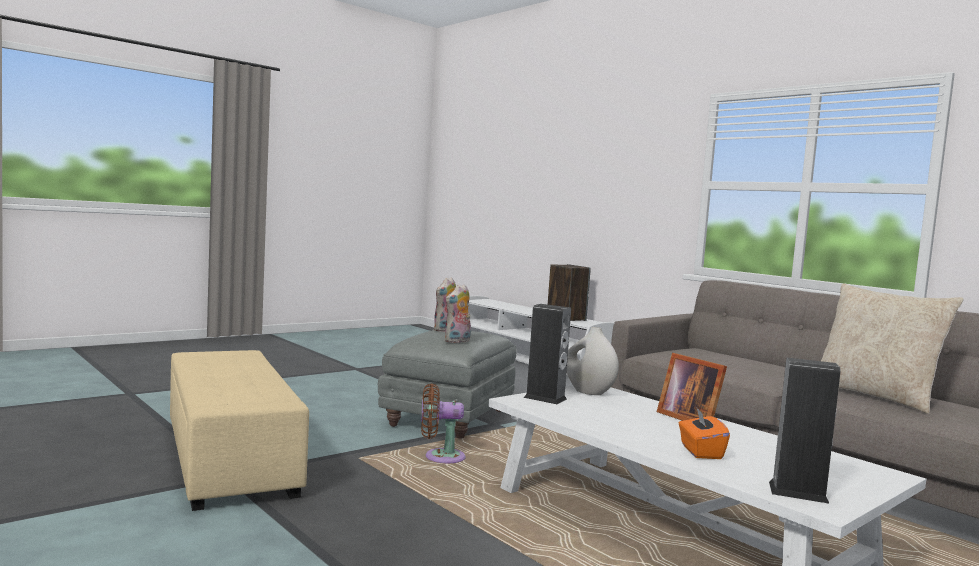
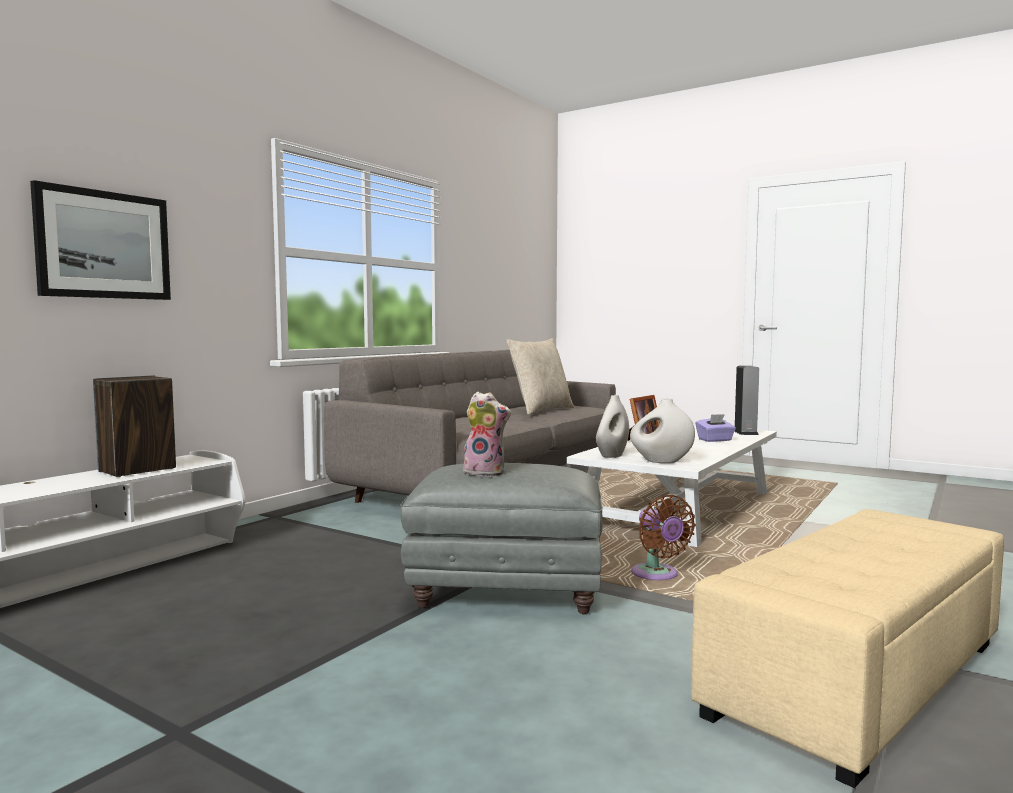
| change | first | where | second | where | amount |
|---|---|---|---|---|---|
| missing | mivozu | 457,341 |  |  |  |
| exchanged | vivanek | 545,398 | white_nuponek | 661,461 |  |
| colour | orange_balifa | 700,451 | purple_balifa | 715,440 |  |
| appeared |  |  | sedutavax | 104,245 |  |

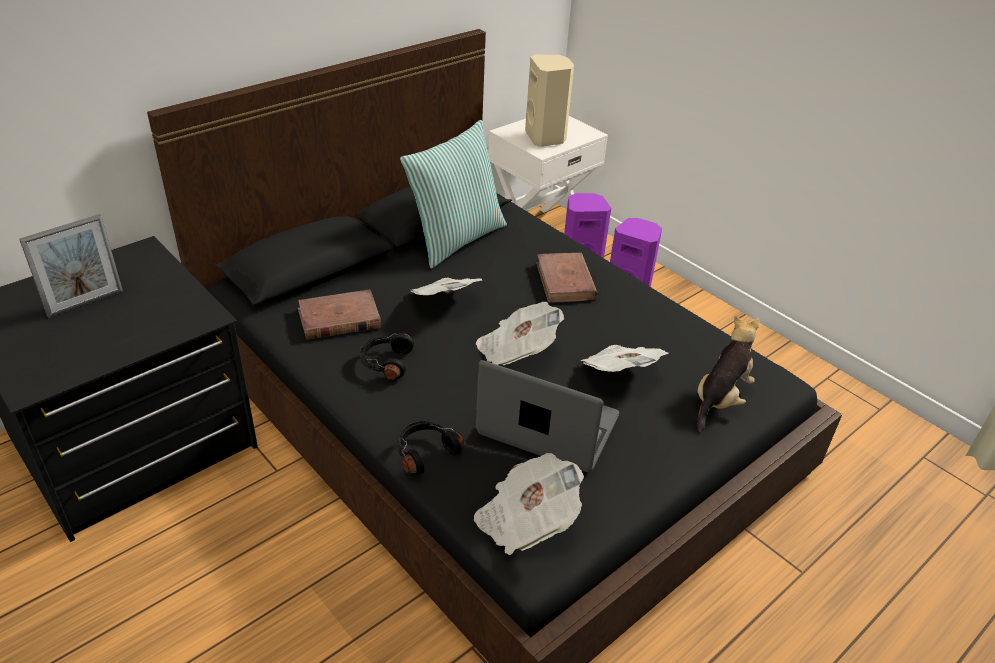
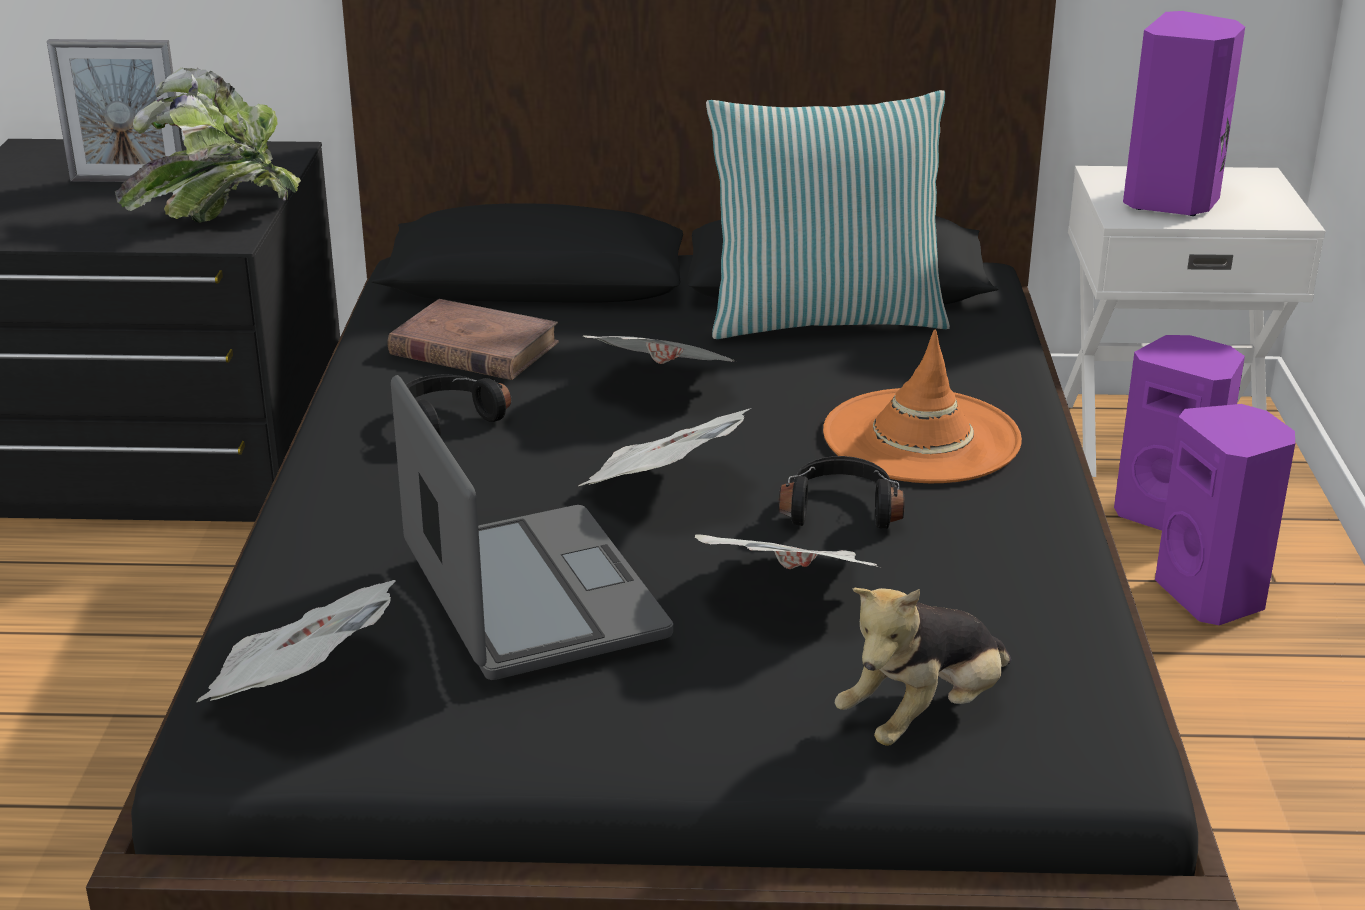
| change | first | where | second | where | amount |
|---|---|---|---|---|---|
| relocated | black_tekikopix | 425,452 |  | 841,509 |  |
| colour | beige_vivanek | 546,138 | purple_vivanek | 1172,202 |  |
| exchanged | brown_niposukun | 565,281 | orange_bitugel | 921,437 |  |
| spun | mivozu | 720,399 |  | 924,716 | 150 degrees clockwise |
| appeared |  |  | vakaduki | 217,213 |  |

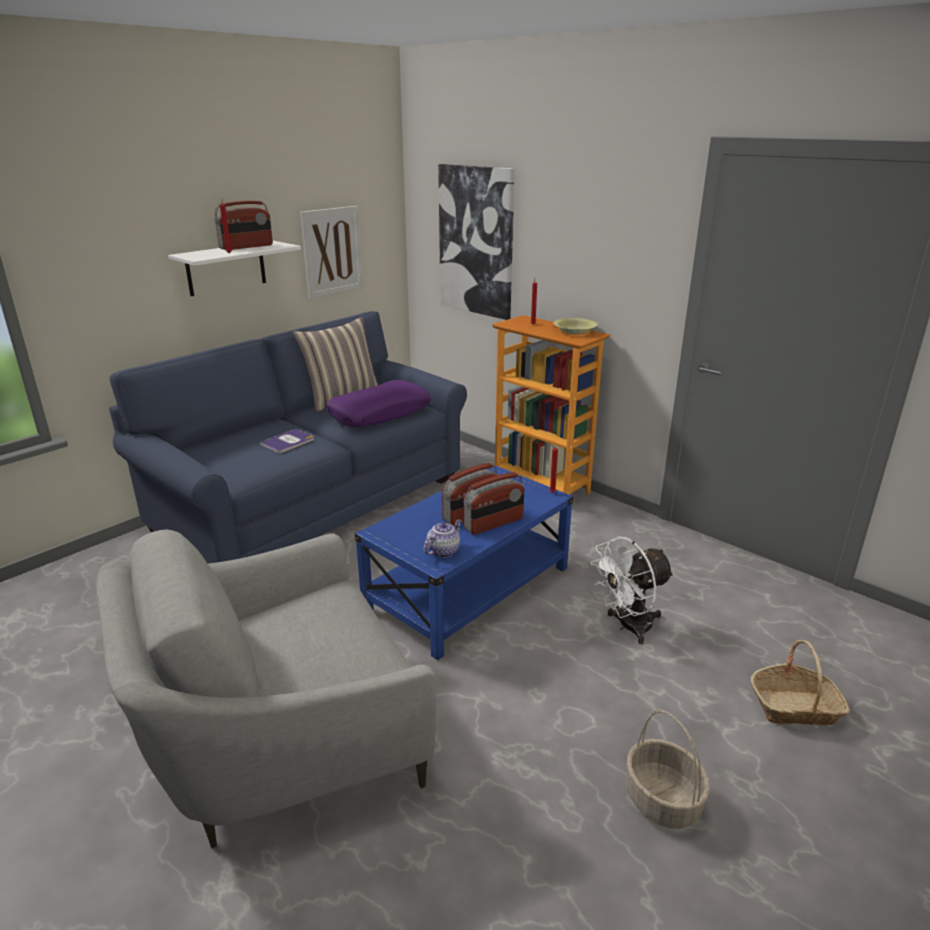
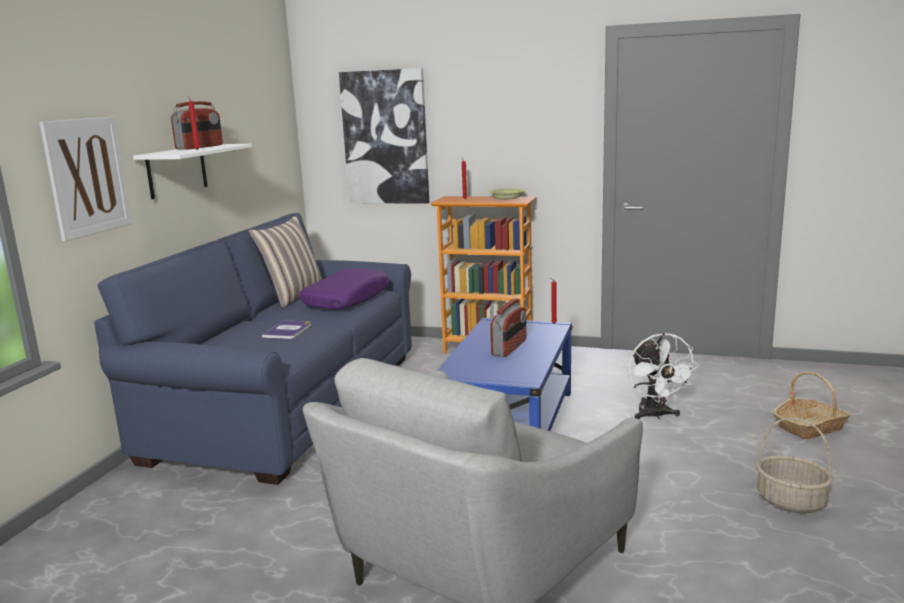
| change | first | where | second | where | amount |
|---|---|---|---|---|---|
| relocated | sedutavax | 332,251 |  | 87,176 |  |
| missing | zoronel | 443,551 |  |  |  |
| missing | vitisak | 494,524 |  |  |  |
| spun | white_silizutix | 628,627 |  | 655,415 | 45 degrees counterclockwise |

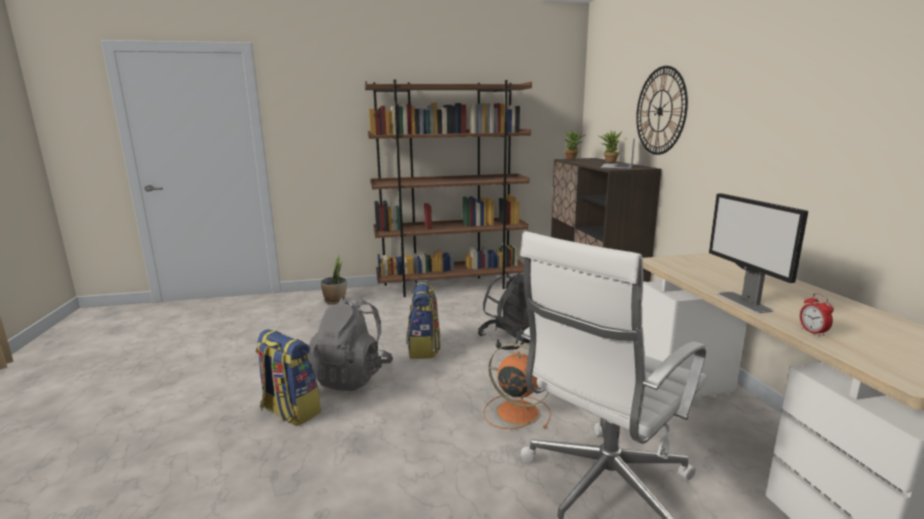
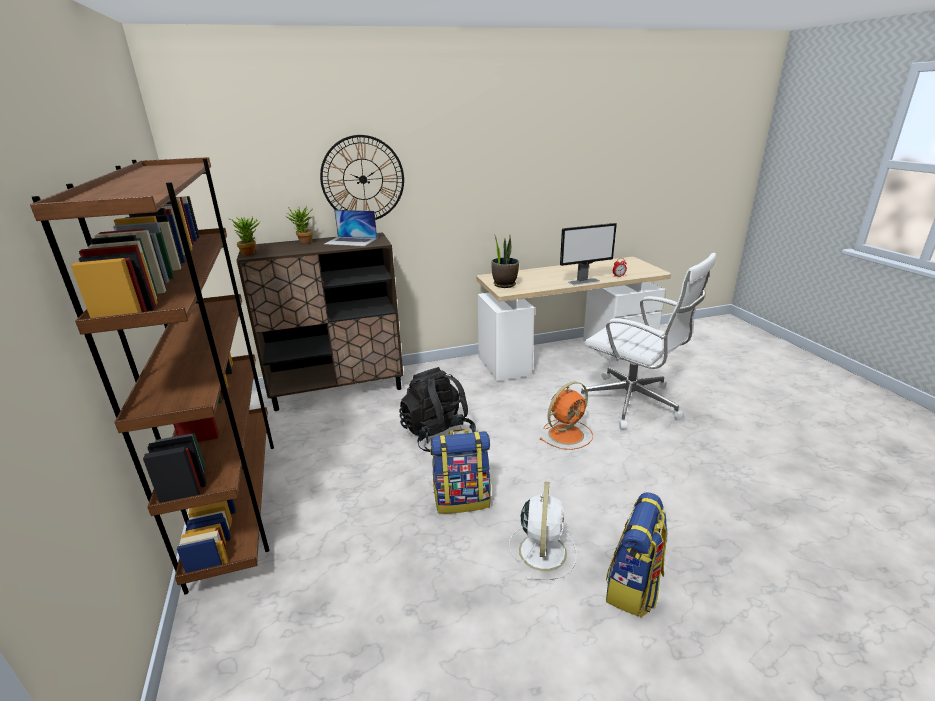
| change | first | where | second | where | amount |
|---|---|---|---|---|---|
| exchanged | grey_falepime | 352,377 | white_silizutix | 542,550 |  |
| relocated | vakaduki | 335,301 |  | 504,284 |  |
| spun | orange_silizutix | 516,412 |  | 567,434 | 150 degrees counterclockwise |

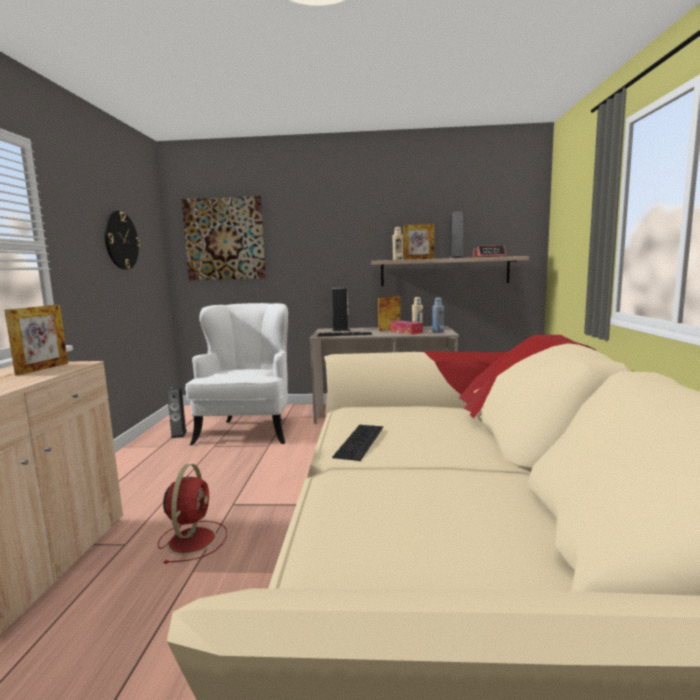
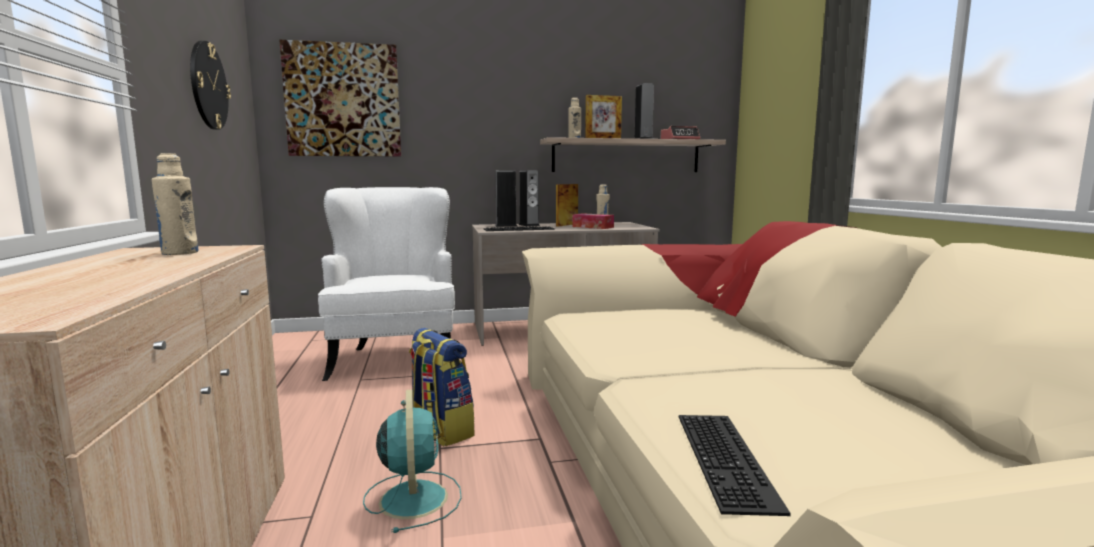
| change | first | where | second | where | amount |
|---|---|---|---|---|---|
| exchanged | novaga | 43,369 | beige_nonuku | 180,253 |  |
| colour | red_silizutix | 193,539 | turquoise_silizutix | 413,497 |  |
| relocated | vivanek | 179,434 |  | 529,225 |  |
| relocated | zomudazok | 361,442 |  | 729,459 |  |
| missing | blue_nonuku | 438,332 |  |  |  |
| appeared |  |  | falepime | 439,431 |  |

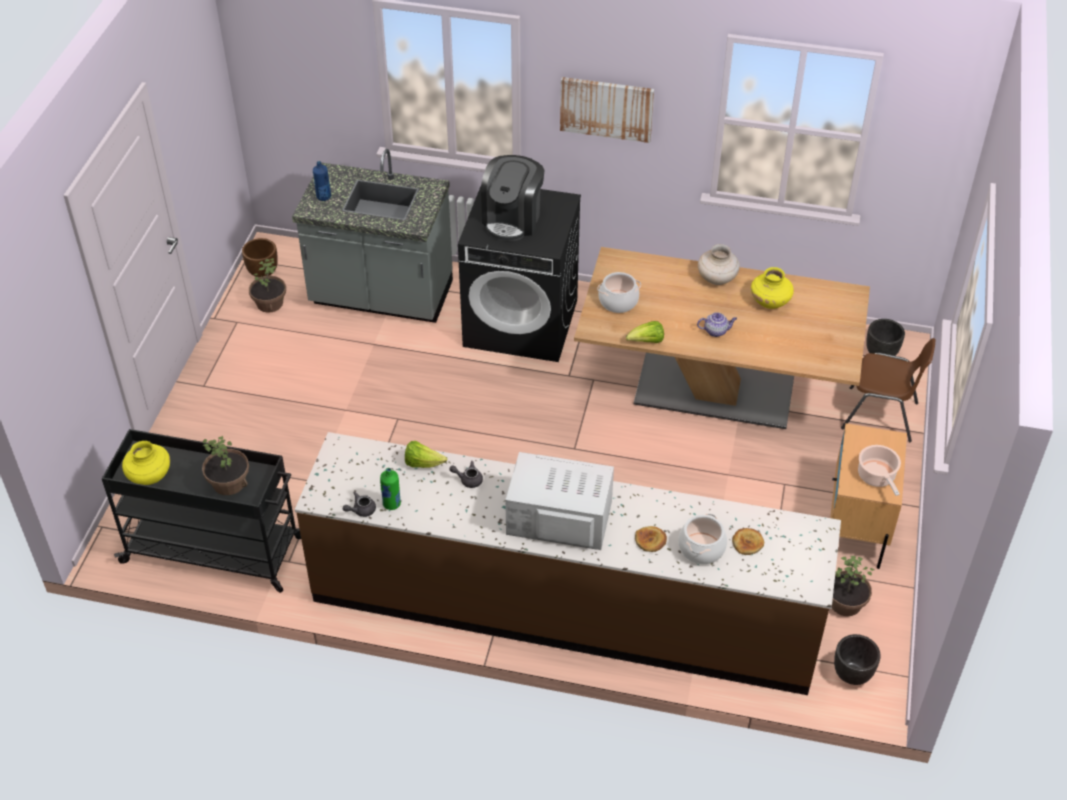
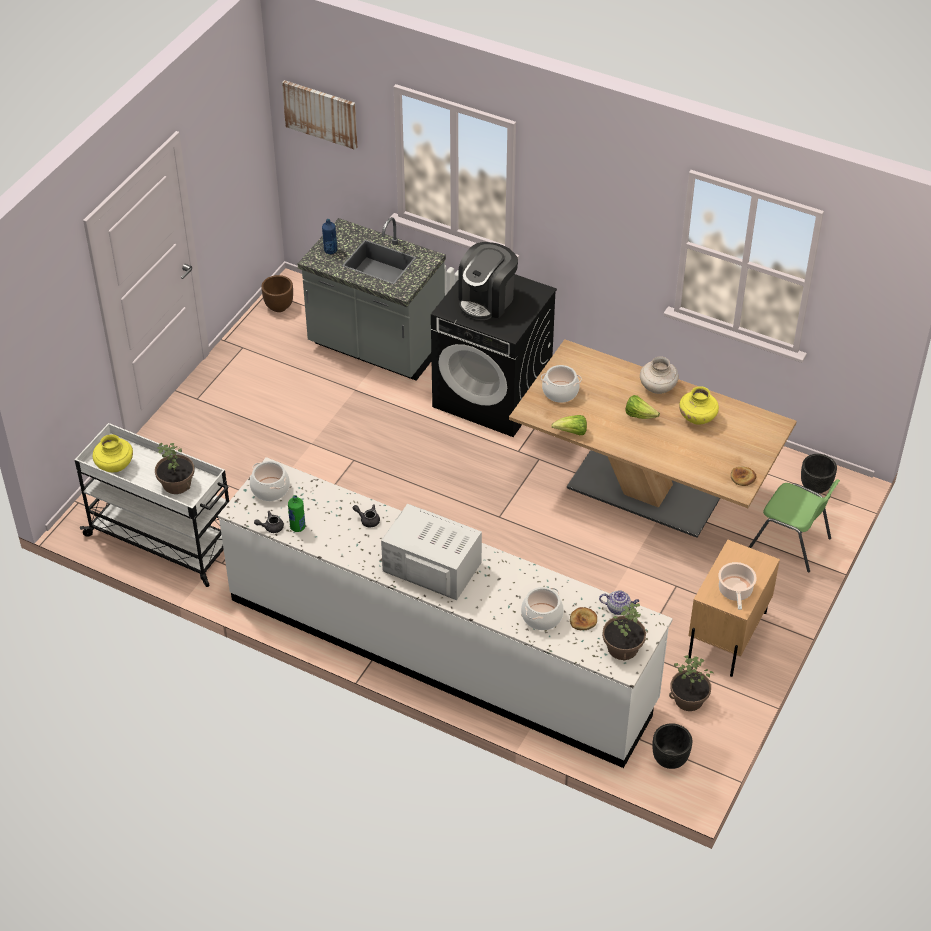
| change | first | where | second | where | amount |
|---|---|---|---|---|---|
| colour | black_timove | 215,550 | white_timove | 165,541 |  |
| relocated | vakaduki | 269,303 |  | 622,648 |  |
| colour | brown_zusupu | 564,607 | white_zusupu | 440,650 |  |
| relocated | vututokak | 423,463 |  | 639,415 |  |
| relocated | sedutavax | 606,108 |  | 321,113 |  |
| relocated | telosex | 650,540 |  | 742,477 |  |
| relocated | zoronel | 716,331 |  | 619,608 |  |
| colour | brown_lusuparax | 881,416 | green_lusuparax | 791,543 |  |
| appeared |  |  | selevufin | 270,489 |  |

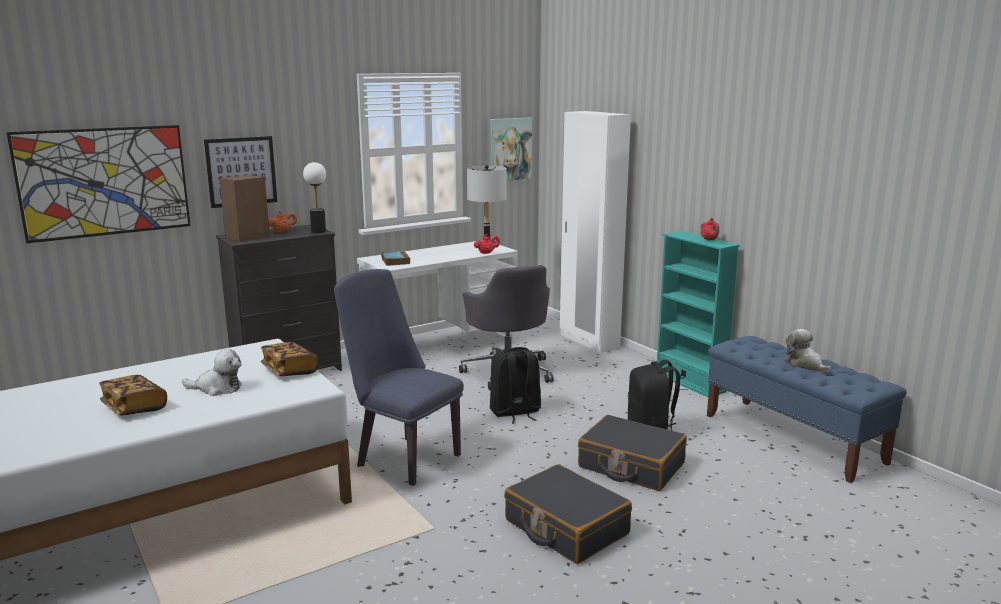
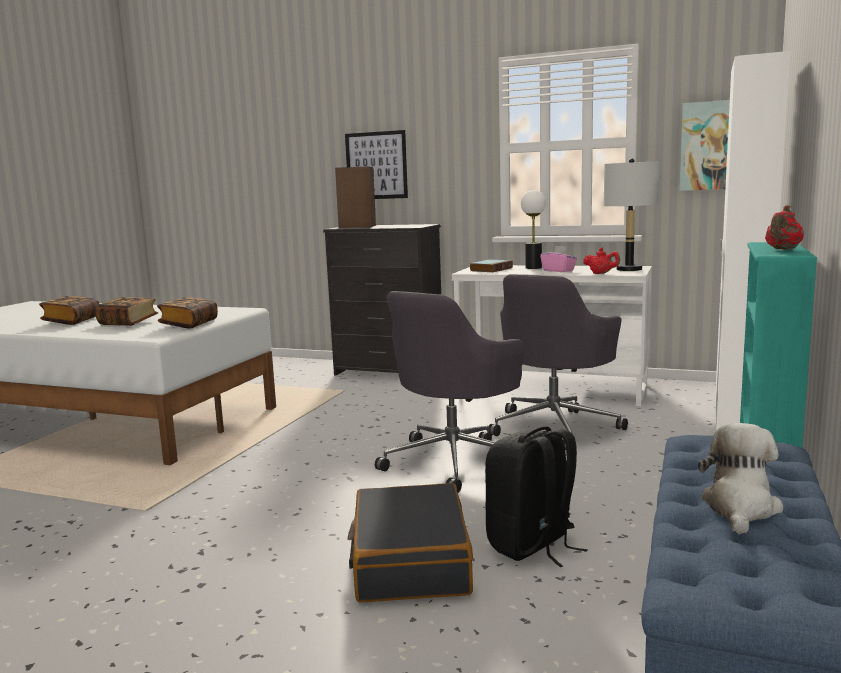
| change | first | where | second | where | amount |
|---|---|---|---|---|---|
| missing | sedutavax | 104,182 |  |  |  |
| exchanged | mivozu | 217,388 | niposukun | 128,323 |  |
| missing | orange_zoronel | 282,232 |  |  |  |
| relocated | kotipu | 318,231 |  | 533,268 |  |
| missing | blue_lusuparax | 402,457 |  |  |  |
| exchanged | black_falepime | 515,412 | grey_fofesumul | 455,461 |  |
| missing | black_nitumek | 565,527 |  |  |  |
| appeared |  |  | pink_balifa | 558,270 |  |

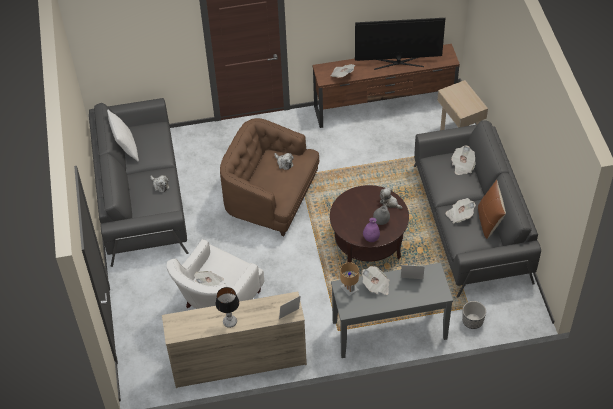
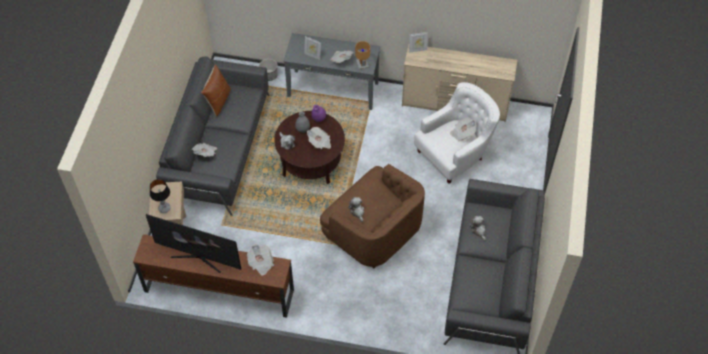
| change | first | where | second | where | amount |
|---|---|---|---|---|---|
| missing | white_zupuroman | 126,148 |  |  |  |
| relocated | kotipu | 230,322 |  | 164,208 |  |
| relocated | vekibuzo | 459,215 |  | 319,142 |  |

